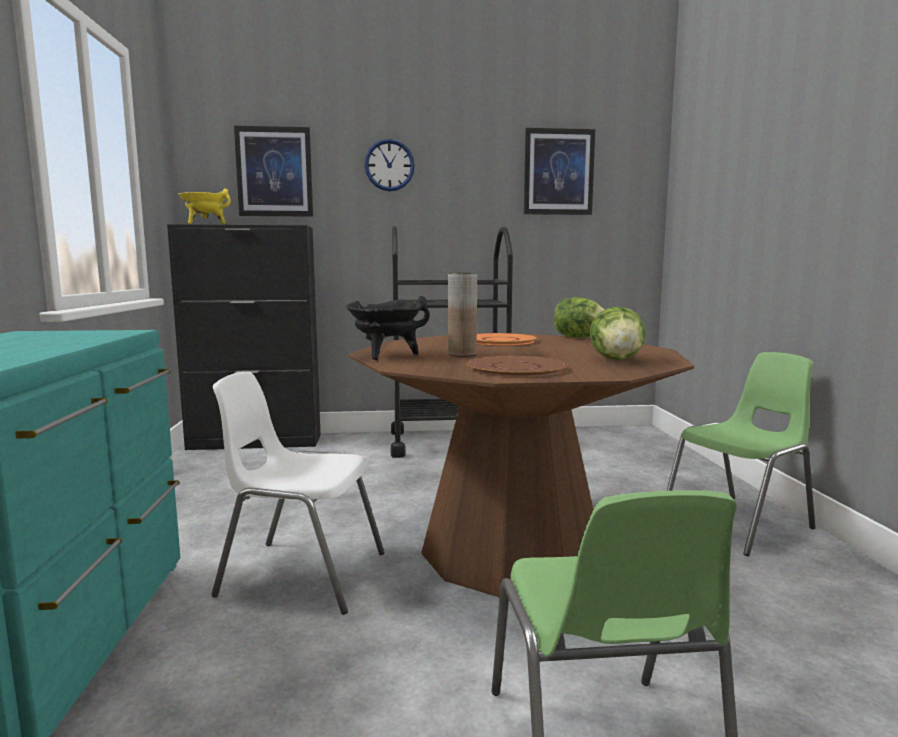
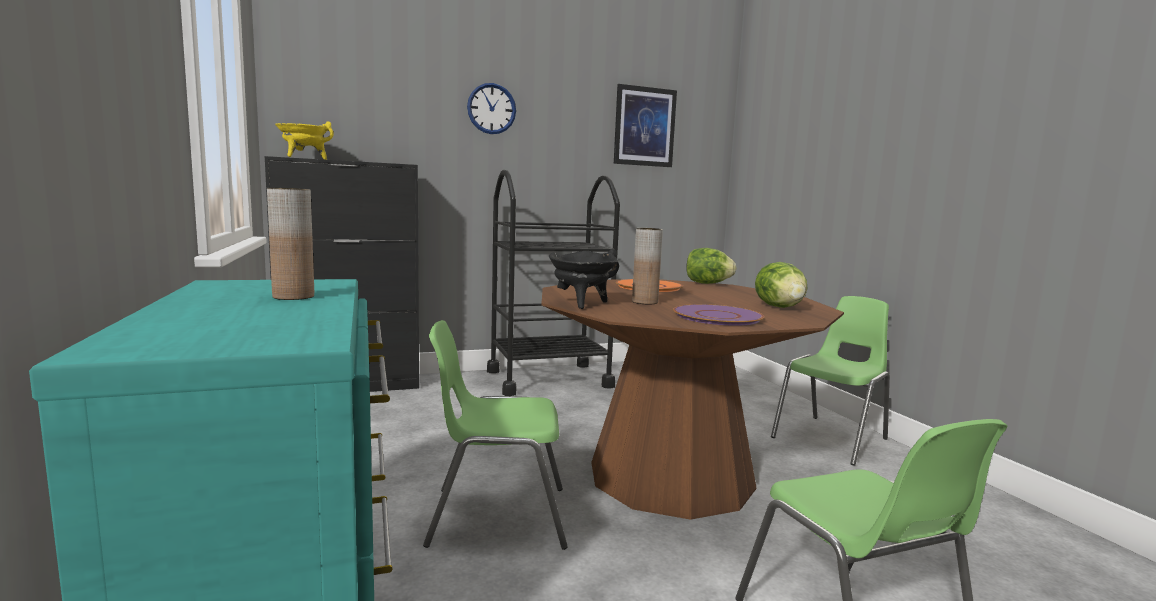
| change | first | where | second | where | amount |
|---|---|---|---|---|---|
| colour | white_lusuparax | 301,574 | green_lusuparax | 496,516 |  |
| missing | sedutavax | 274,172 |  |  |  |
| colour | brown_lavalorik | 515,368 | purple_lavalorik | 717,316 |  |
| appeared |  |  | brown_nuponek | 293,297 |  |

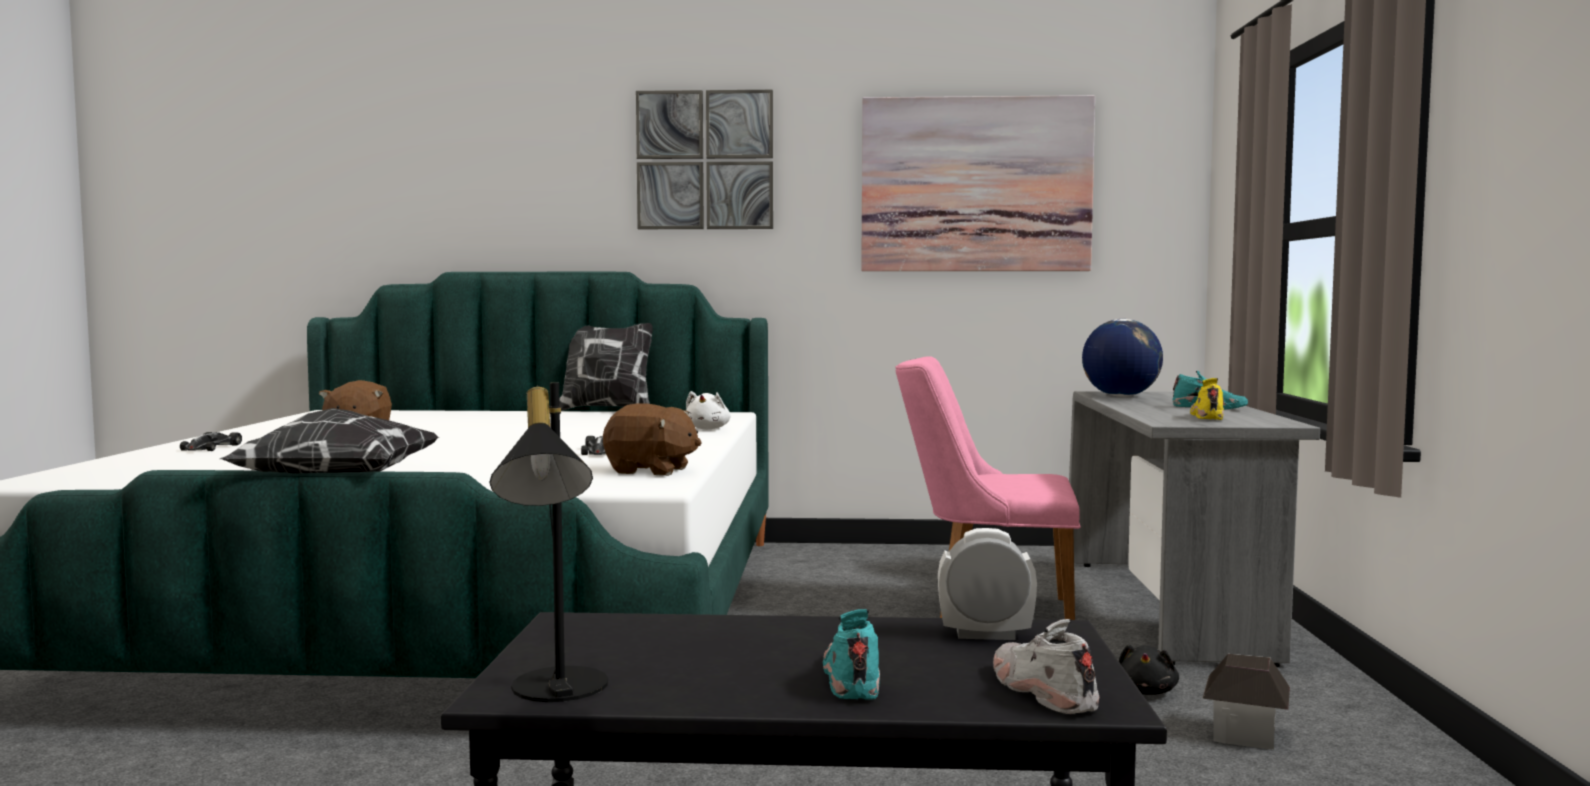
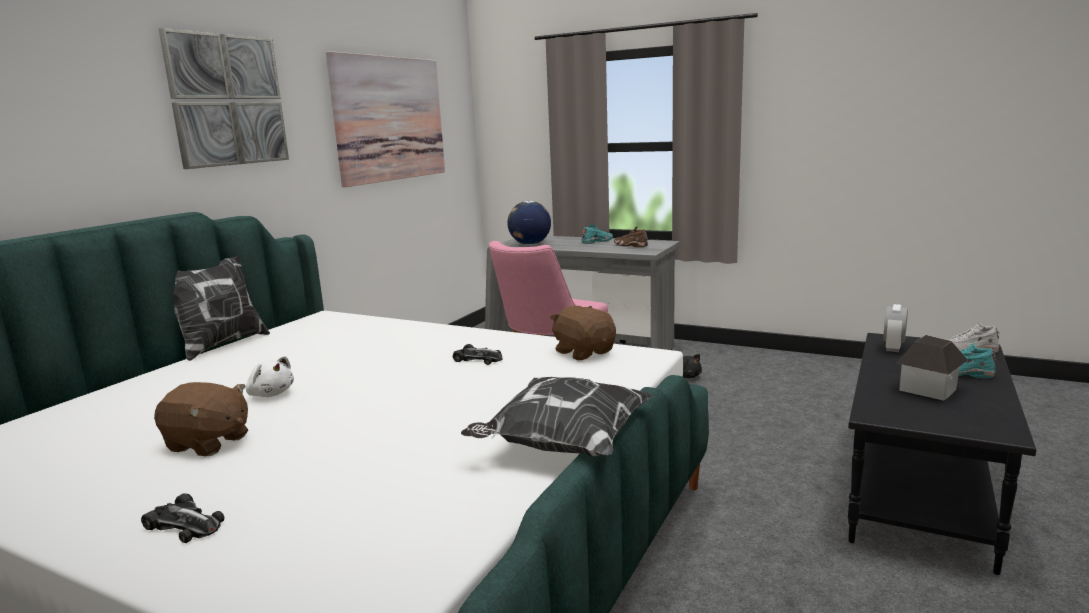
| change | first | where | second | where | amount |
|---|---|---|---|---|---|
| missing | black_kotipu | 554,692 |  |  |  |
| spun | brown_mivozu | 651,471 |  | 584,352 | 75 degrees counterclockwise |
| relocated | white_mivozu | 708,429 |  | 270,394 |  |
| colour | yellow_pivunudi | 1207,416 | brown_pivunudi | 630,245 |  |
| relocated | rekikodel | 1245,734 |  | 928,389 |  |

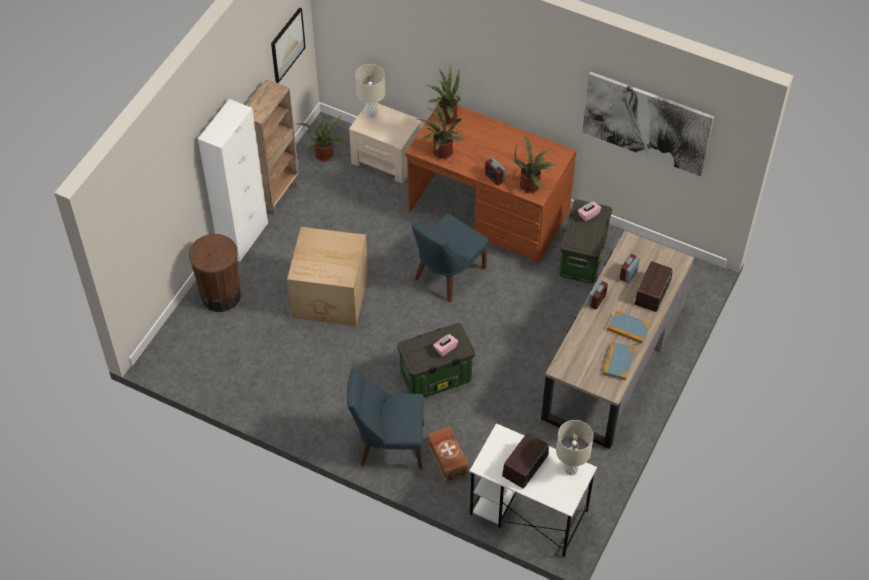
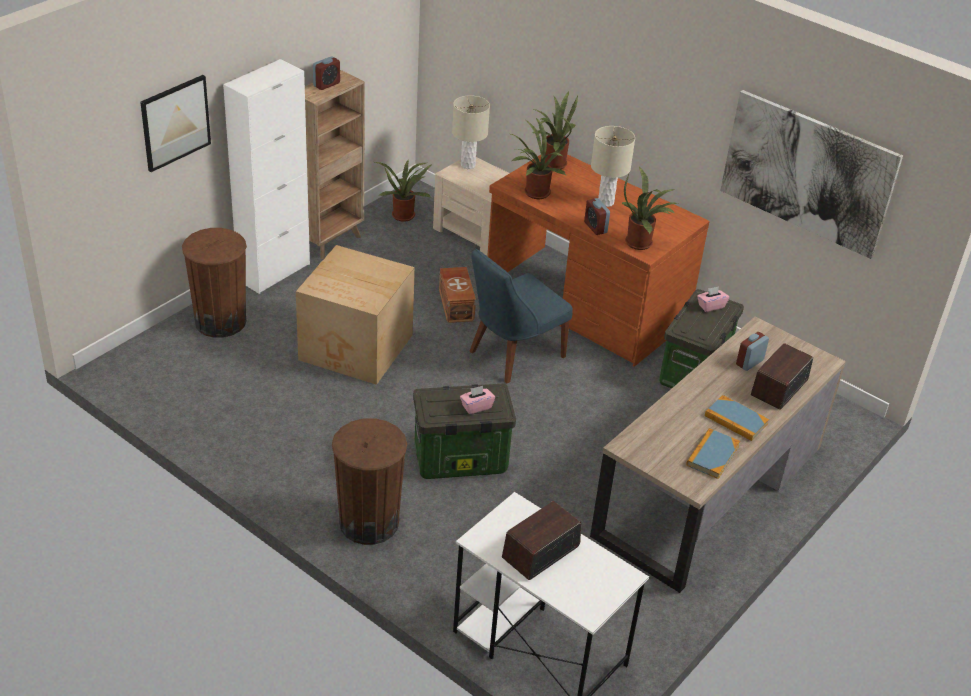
| change | first | where | second | where | amount |
|---|---|---|---|---|---|
| relocated | sedutavax | 287,45 |  | 175,122 |  |
| exchanged | blue_lusuparax | 388,444 | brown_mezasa | 369,522 |  |
| relocated | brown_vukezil | 448,459 |  | 457,304 |  |
| relocated | beige_kotipu | 571,469 |  | 606,202 |  |
| relocated | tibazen | 596,300 |  | 326,84 |  |

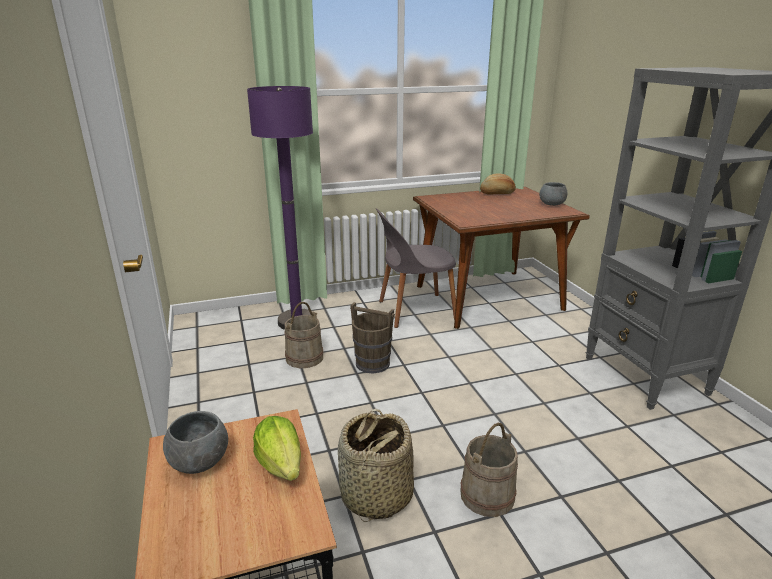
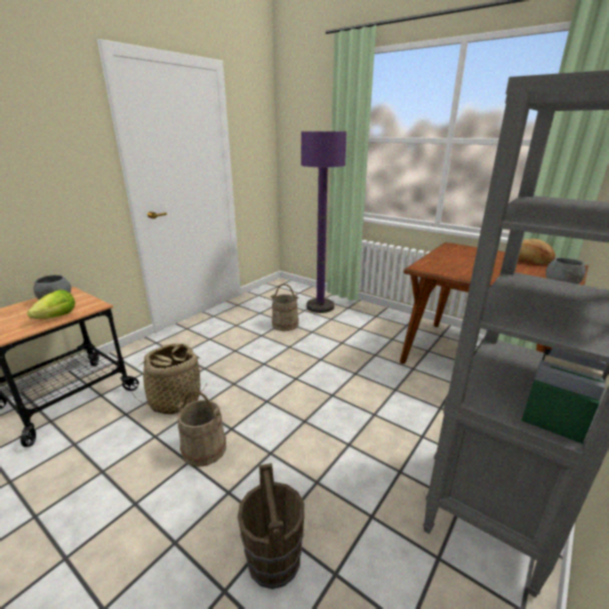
| change | first | where | second | where | amount |
|---|---|---|---|---|---|
| relocated | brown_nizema | 373,364 |  | 274,560 |  |
| missing | grey_lusuparax | 414,310 |  |  |  |

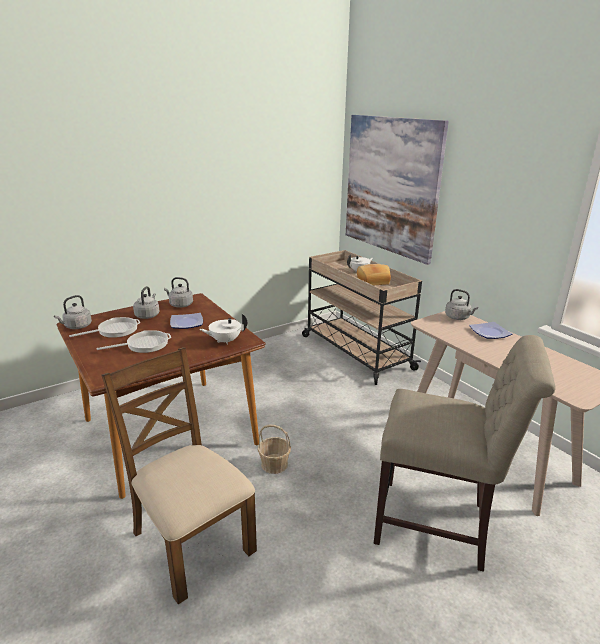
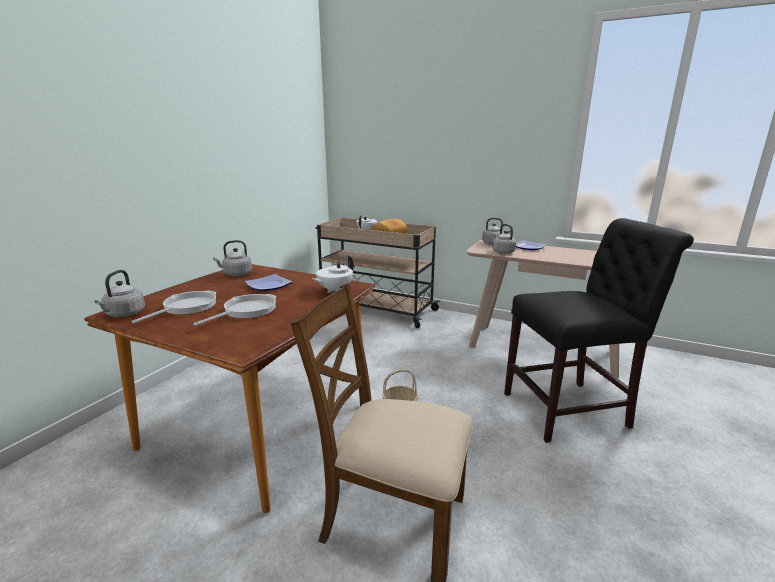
| change | first | where | second | where | amount |
|---|---|---|---|---|---|
| relocated | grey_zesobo | 148,315 |  | 502,252 |  |
| missing | sedutavax | 391,186 |  |  |  |
| colour | beige_lusuparax | 438,525 | black_lusuparax | 571,409 |  |

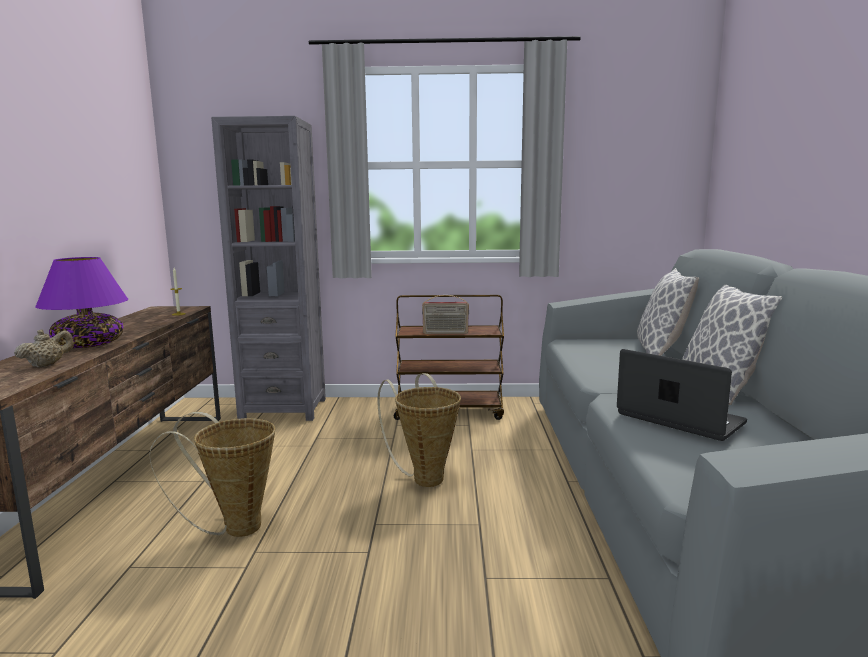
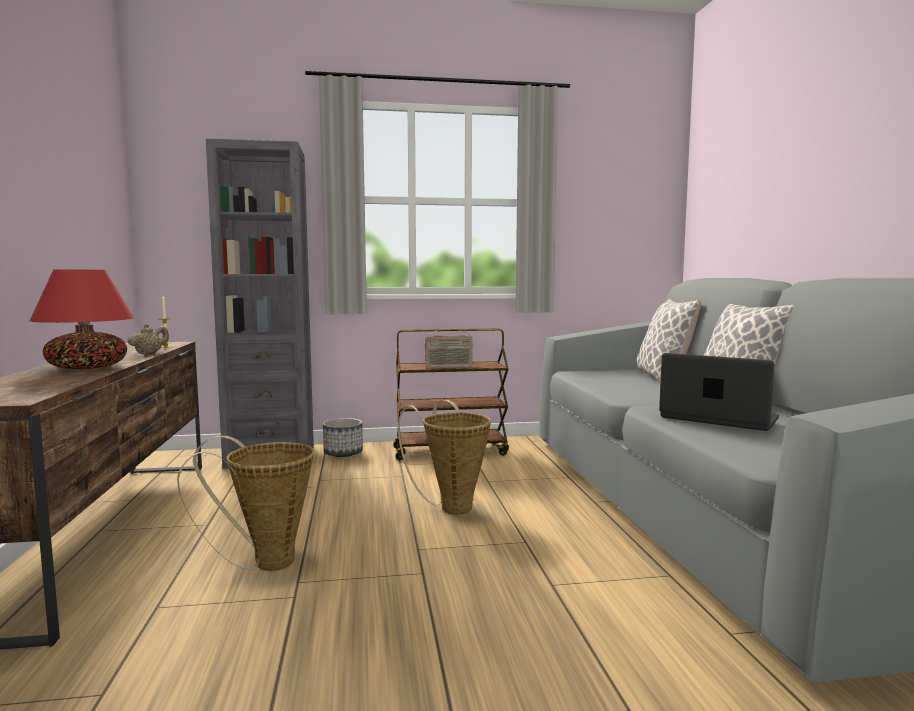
| change | first | where | second | where | amount |
|---|---|---|---|---|---|
| relocated | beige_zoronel | 47,365 |  | 149,354 |  |
| colour | purple_kotipu | 88,345 | red_kotipu | 86,367 |  |
| appeared |  |  | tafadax | 343,453 |  |

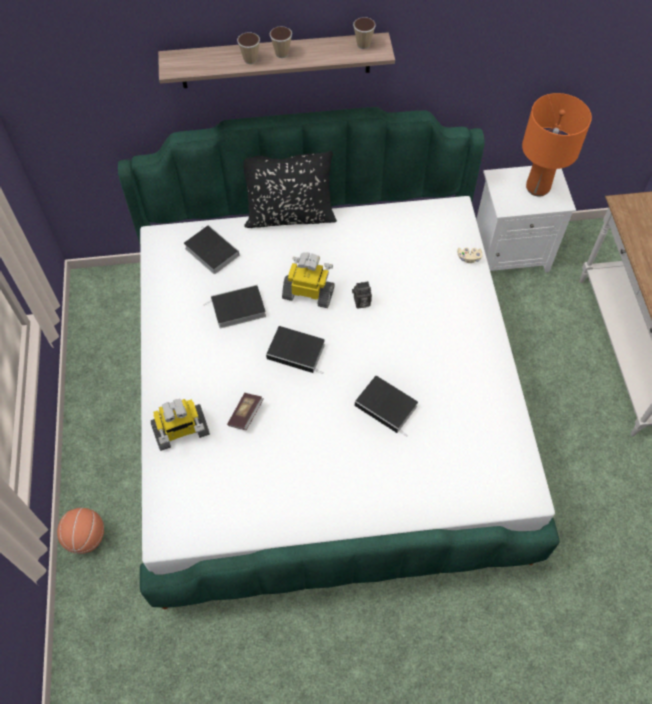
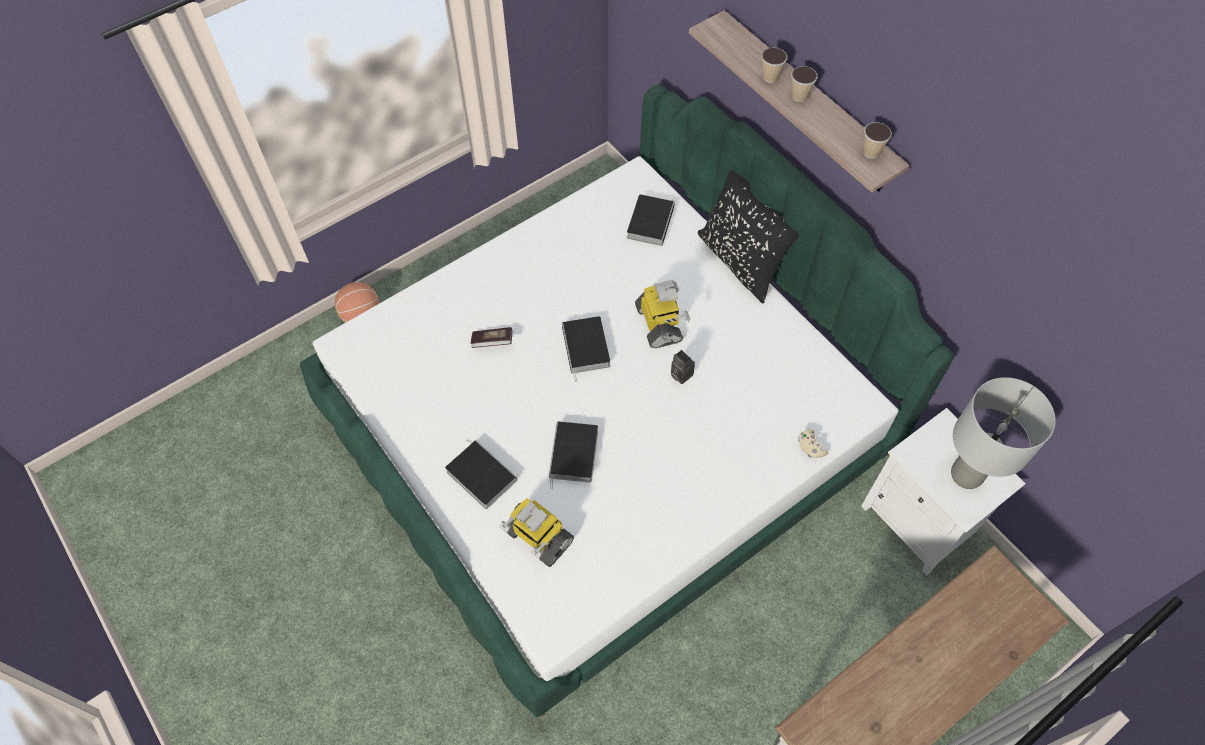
| change | first | where | second | where | amount |
|---|---|---|---|---|---|
| relocated | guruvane | 181,431 |  | 537,537 |  |
| relocated | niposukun | 237,309 |  | 479,475 |  |
| colour | orange_kotipu | 537,188 | grey_kotipu | 966,474 |  |

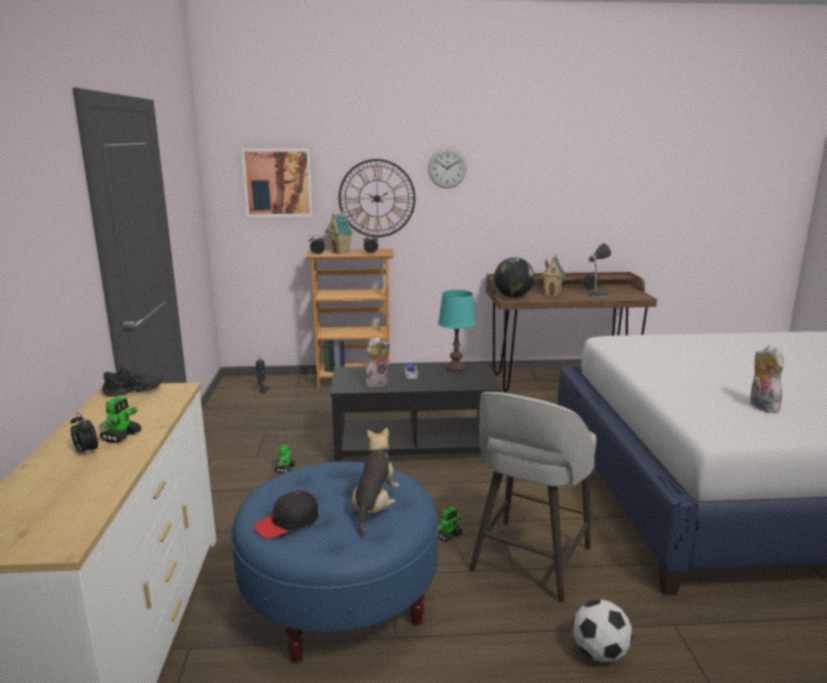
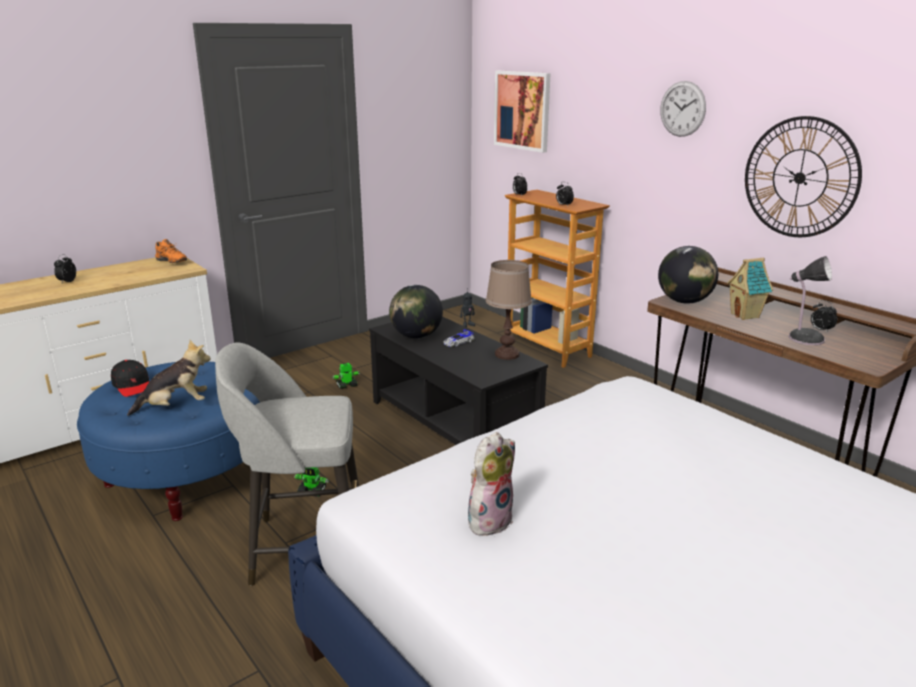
| change | first | where | second | where | amount |
|---|---|---|---|---|---|
| missing | guruvane | 122,436 |  |  |  |
| colour | black_pivunudi | 134,392 | orange_pivunudi | 170,262 |  |
| spun | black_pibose | 287,522 |  | 133,385 | 150 degrees counterclockwise |
| missing | rekikodel | 340,252 |  |  |  |
| relocated | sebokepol | 377,198 |  | 800,178 |  |
| exchanged | mivozu | 376,383 | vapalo | 416,336 |  |
| colour | turquoise_kotipu | 456,368 | brown_kotipu | 507,355 |  |
| missing | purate | 599,653 |  |  |  |

